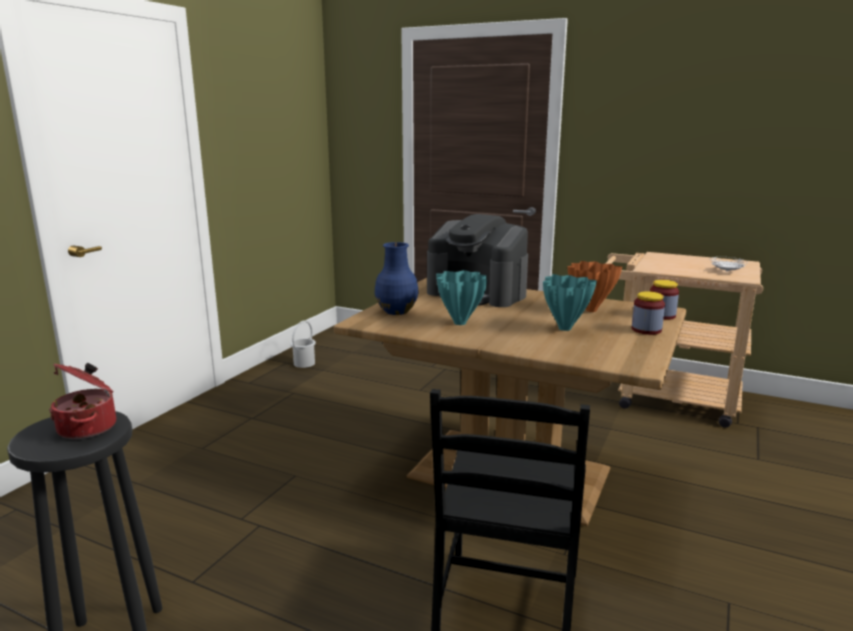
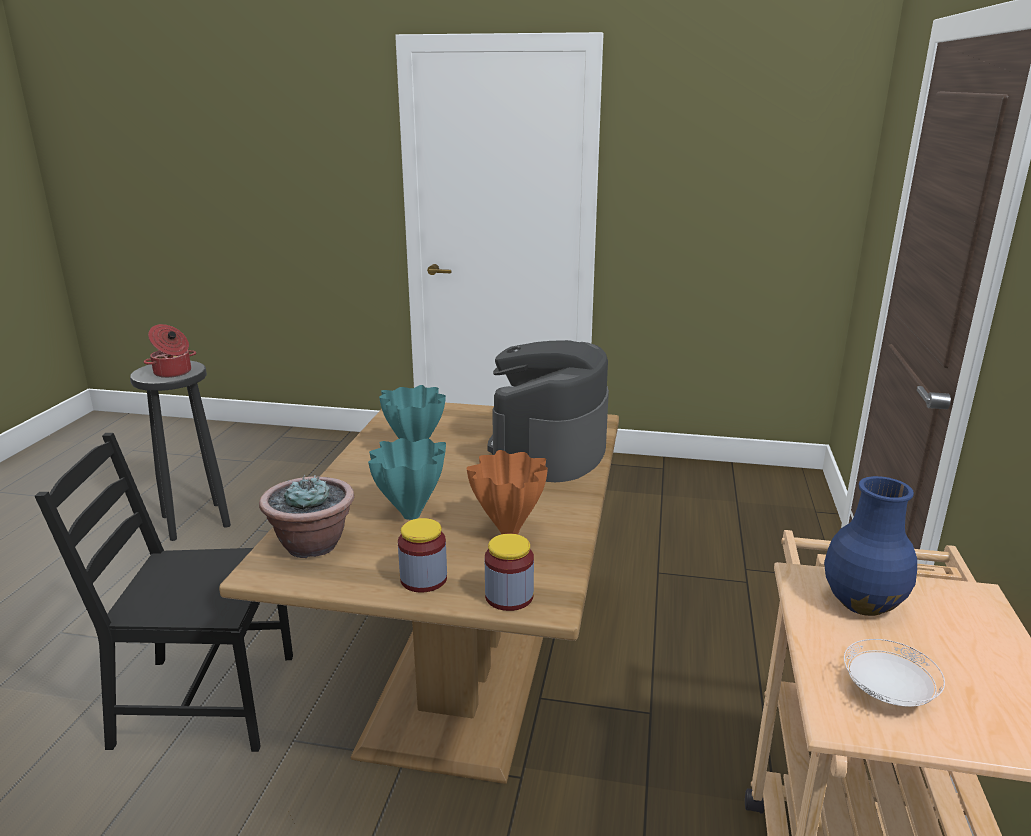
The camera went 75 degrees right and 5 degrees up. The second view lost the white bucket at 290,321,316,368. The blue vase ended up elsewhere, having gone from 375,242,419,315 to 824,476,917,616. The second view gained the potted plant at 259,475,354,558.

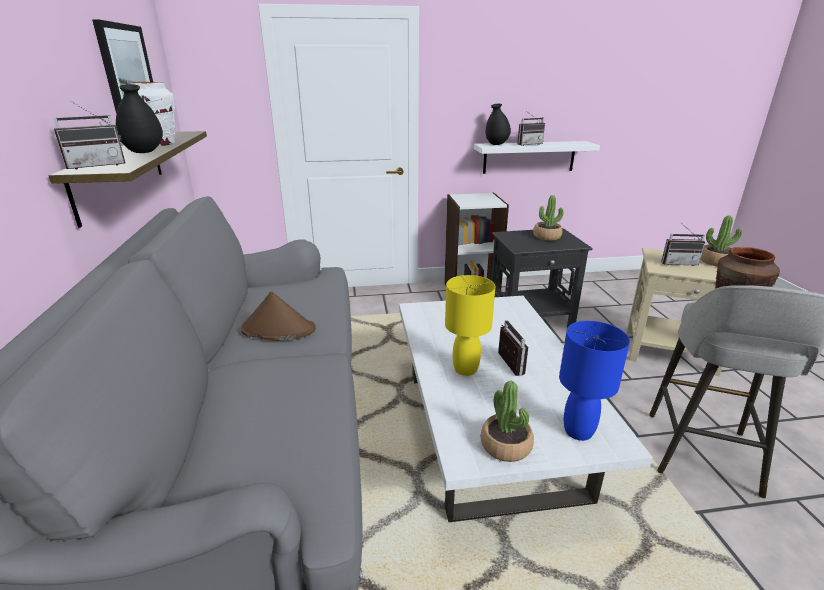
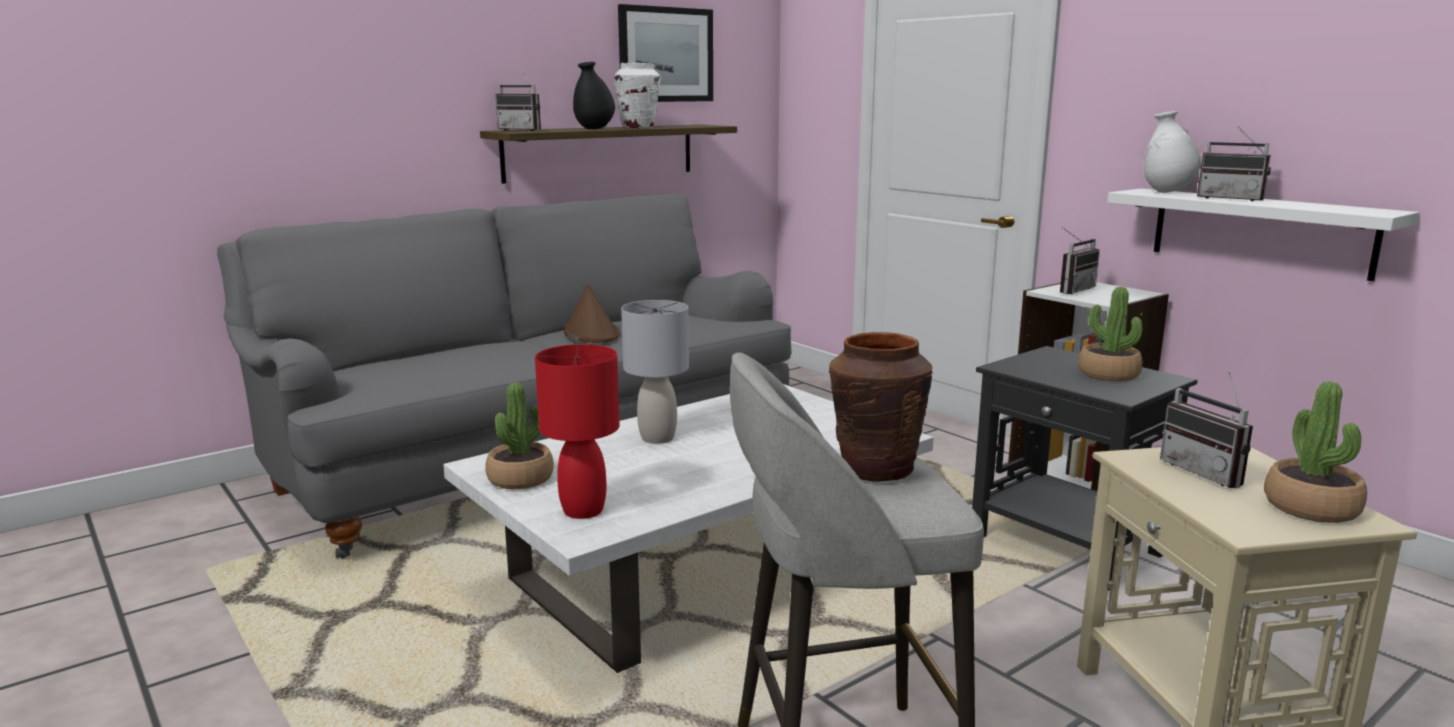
The camera went 60 degrees right and 10 degrees down. What was the yellow table lamp at 445,275,495,376 turned into the grey table lamp at 621,300,689,444. What was the black vase at 486,104,511,145 turned into the white vase at 1144,111,1201,193. The radio ended up elsewhere, having gone from 498,320,529,376 to 1060,227,1100,294. What was the blue table lamp at 559,321,630,441 turned into the red table lamp at 535,344,620,519.

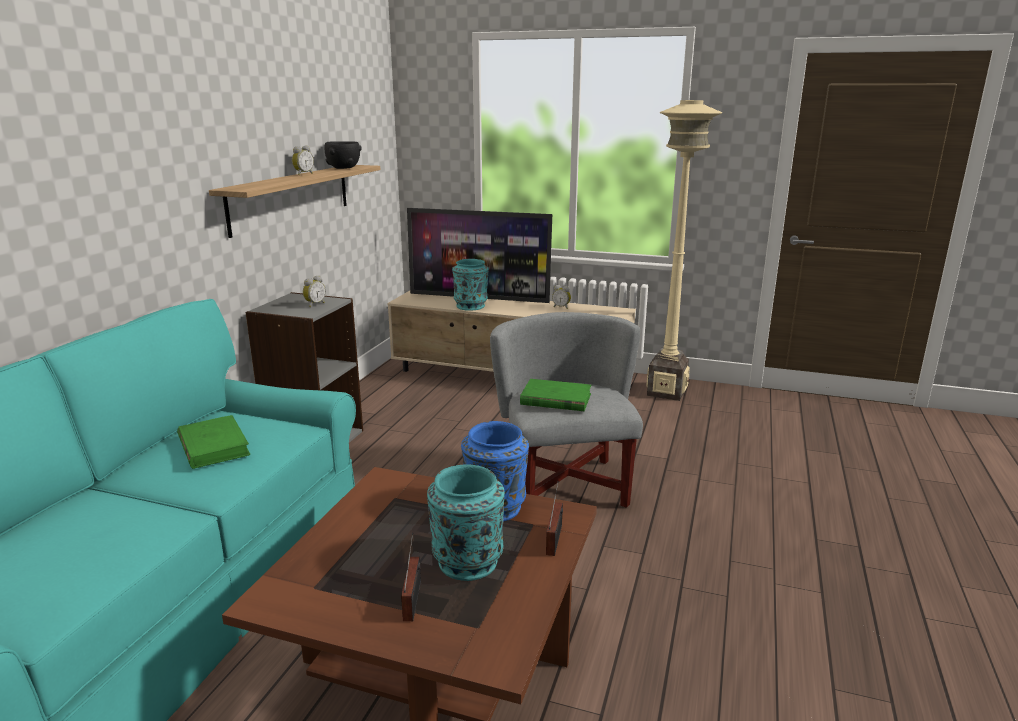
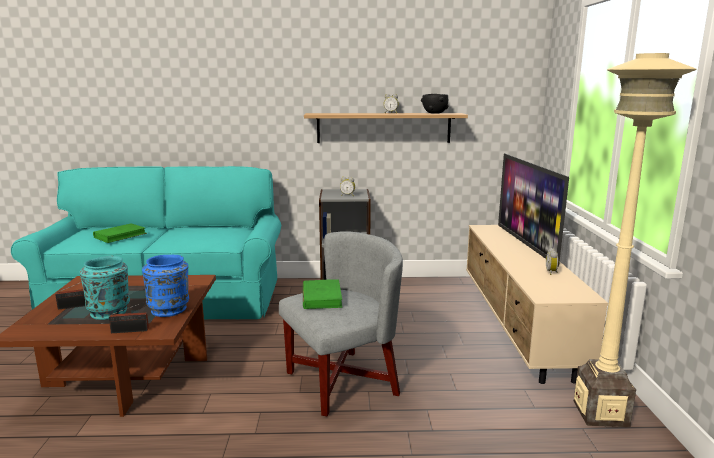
The camera went 70 degrees right and 5 degrees down. The green book ended up elsewhere, having gone from 177,415,250,469 to 93,223,147,243. The second view lost the turquoise vase at 452,259,489,311.

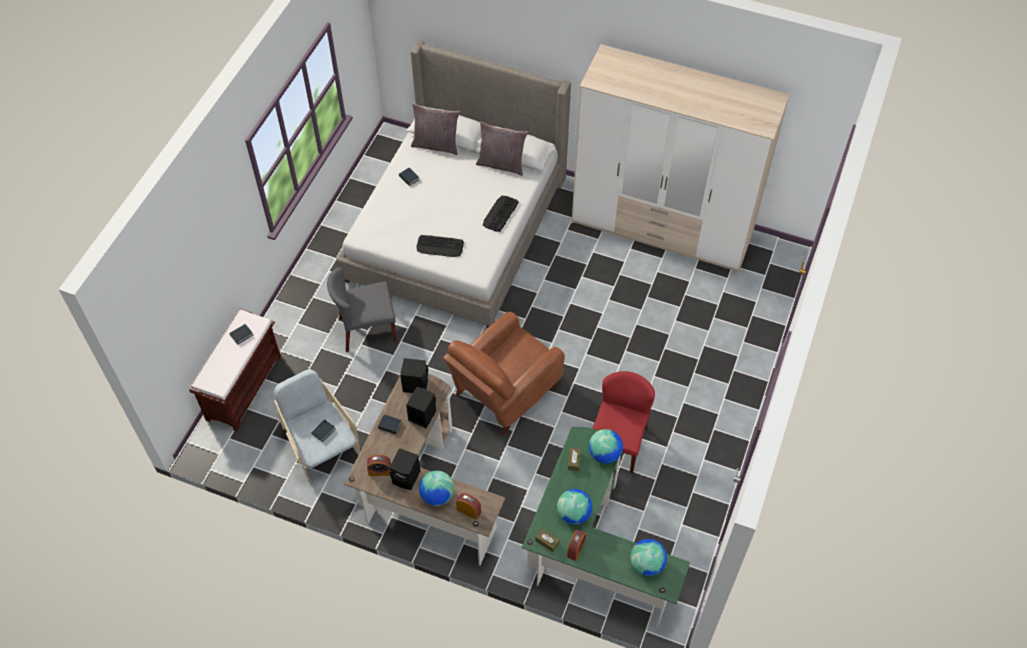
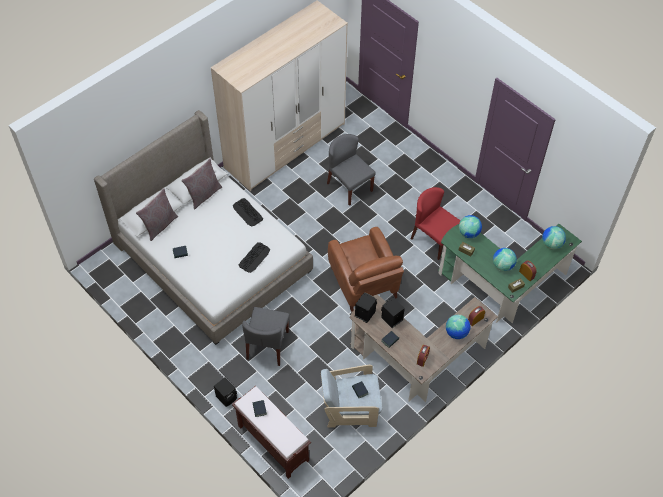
The camera went 65 degrees left and 0 degrees up. The black speaker ended up elsewhere, having gone from 389,448,421,490 to 214,377,237,407. The second view gained the grey chair at 327,134,376,206.

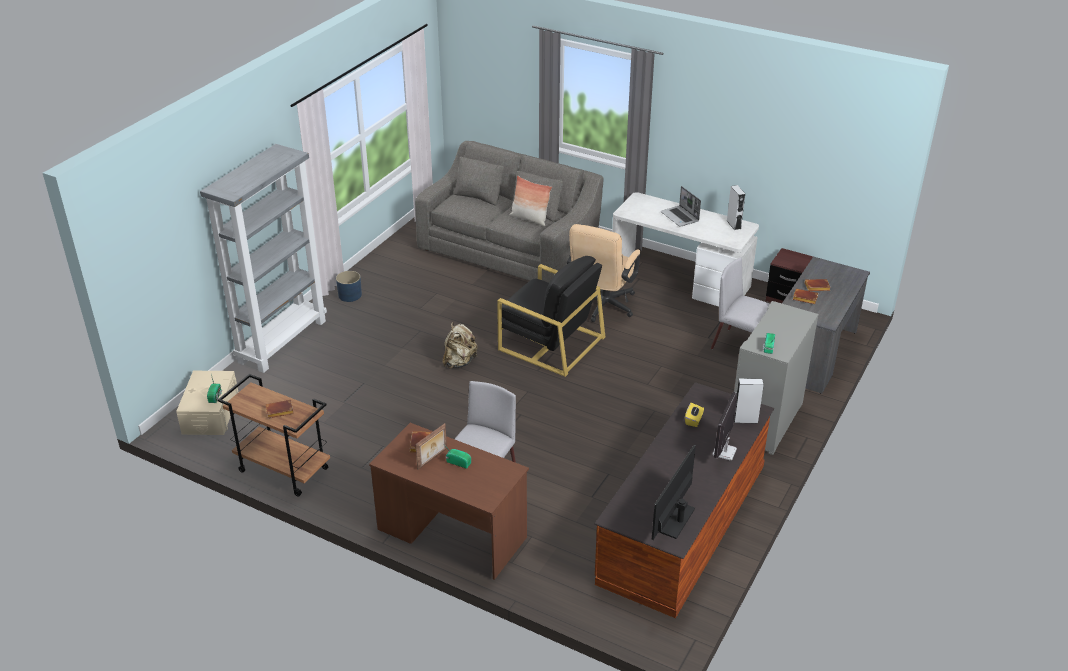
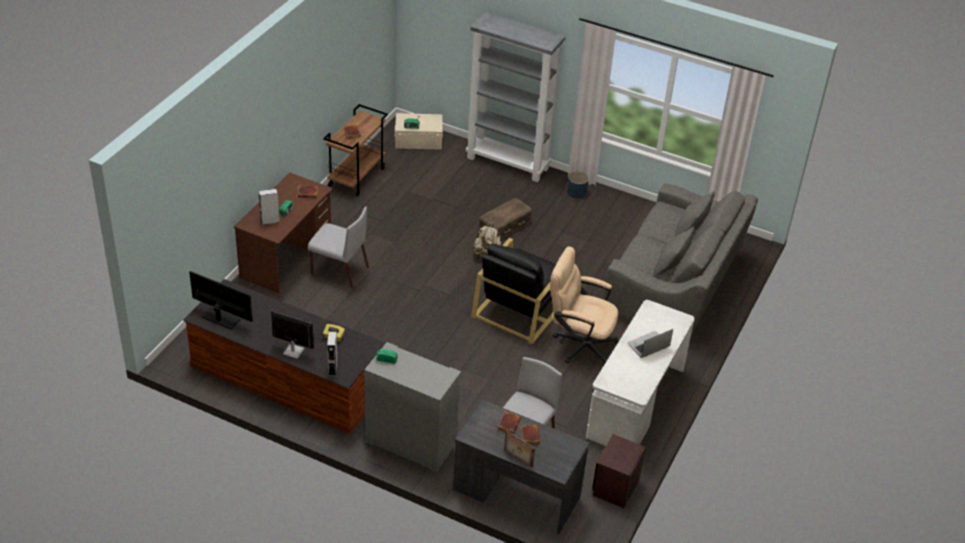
The camera went 85 degrees right and 5 degrees up. The picture frame ended up elsewhere, having gone from 415,423,447,470 to 504,431,535,467. The second view lost the pillow at 510,176,552,226. The grey speaker ended up elsewhere, having gone from 727,185,745,230 to 259,189,280,225. The second view gained the brown storage box at 478,198,532,240.

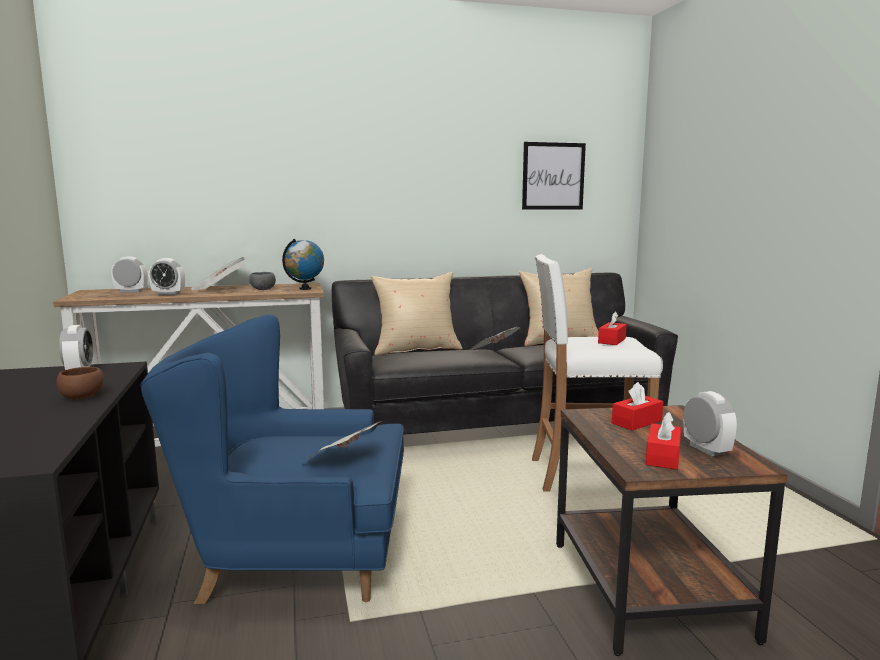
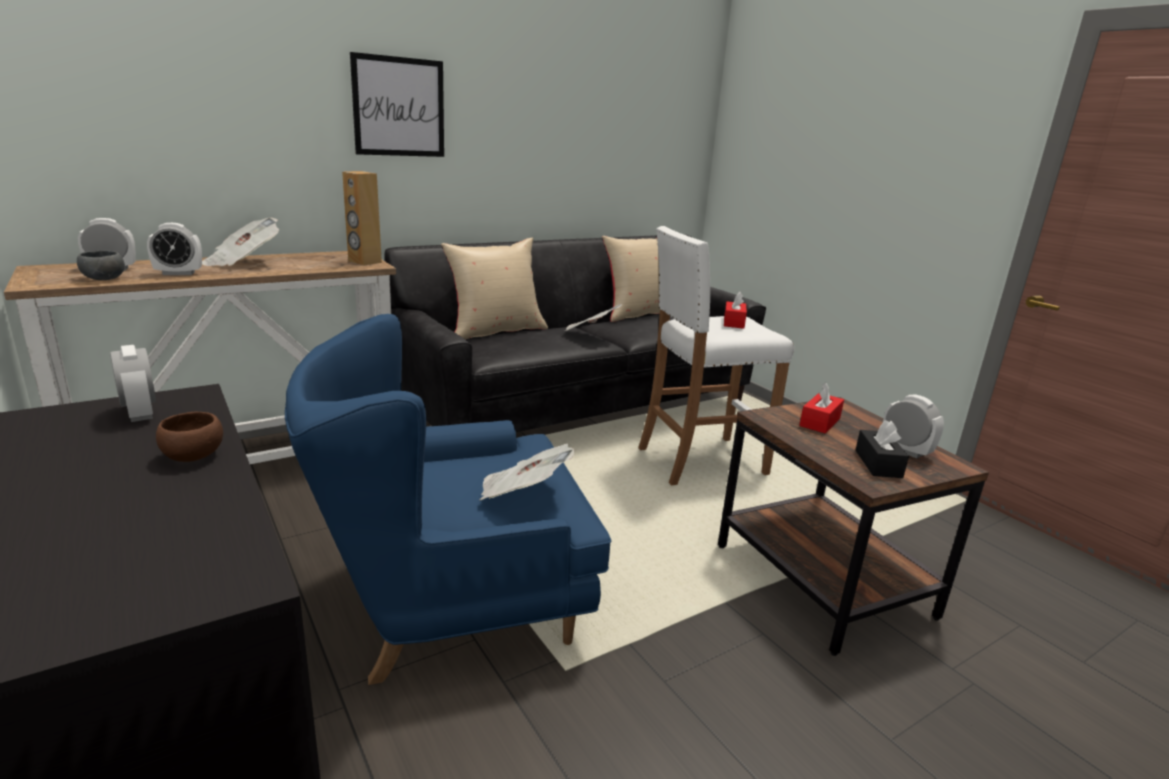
The camera went 20 degrees left and 10 degrees up. The grey bowl ended up elsewhere, having gone from 249,272,276,290 to 77,250,125,280. Where the globe stood at 282,239,324,290, the brown speaker came to stand at 342,171,382,265. The picture ended up elsewhere, having gone from 522,142,586,210 to 350,52,444,157. What was the red tissue box at 646,412,681,470 turned into the black tissue box at 855,420,909,478.

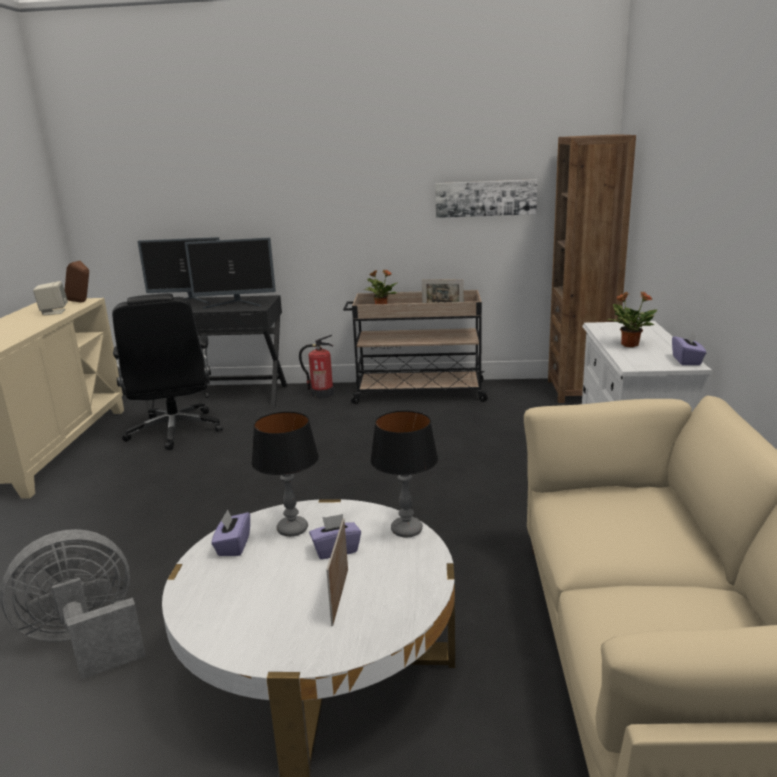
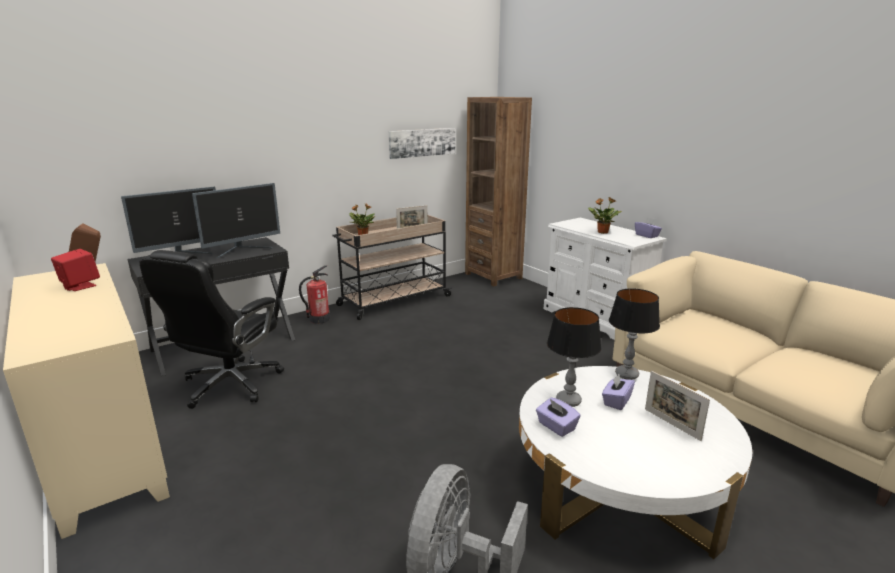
The camera went 40 degrees left and 0 degrees up. What was the beige speaker at 33,281,68,315 turned into the red speaker at 51,249,100,291. The black office chair at 112,293,223,450 ended up facing another way, 75 degrees clockwise from before.

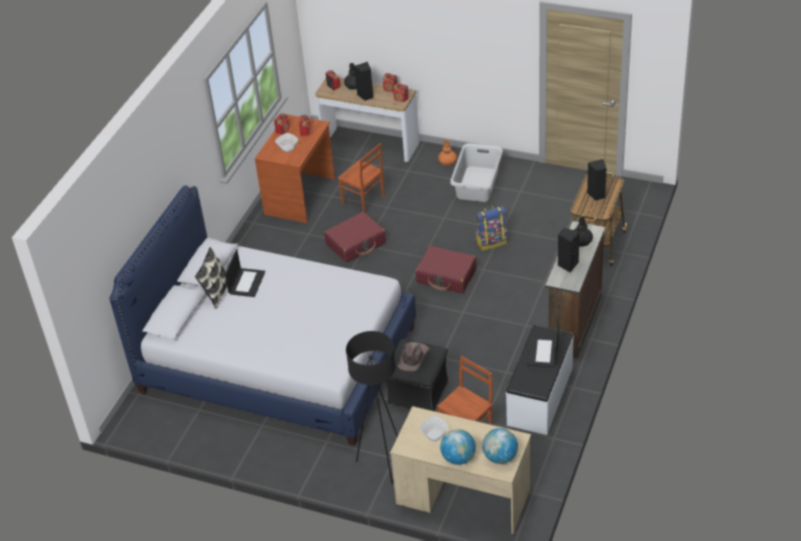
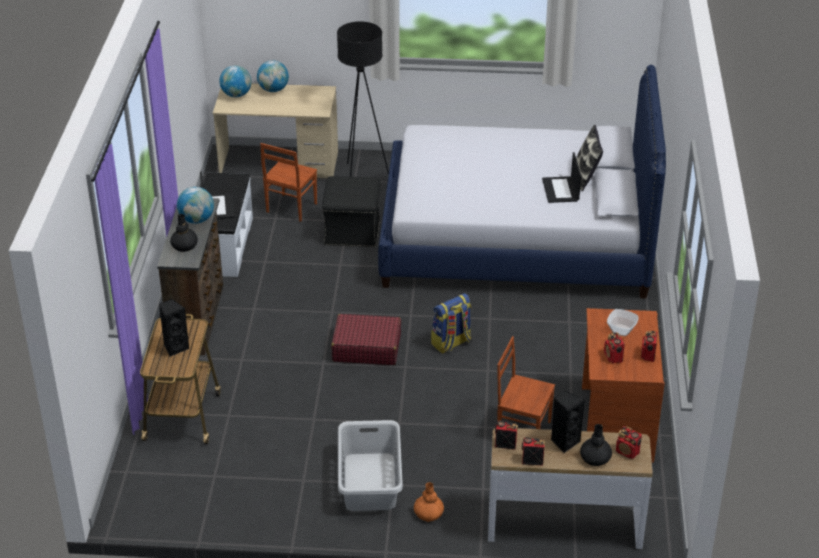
The camera went 160 degrees right and 5 degrees down. The second view lost the red suitcase at 324,212,386,263. The second view lost the brown hat at 397,342,430,371. The second view lost the bowl at 419,416,449,442. The backpack ended up elsewhere, having gone from 476,206,507,251 to 431,293,471,354. Where the black speaker stood at 558,228,580,273, the globe came to stand at 177,187,214,224.

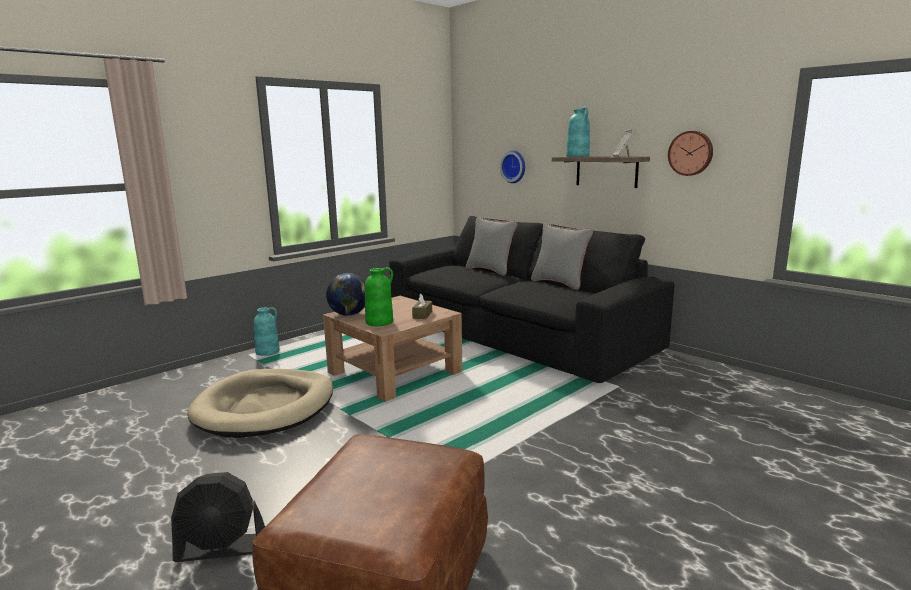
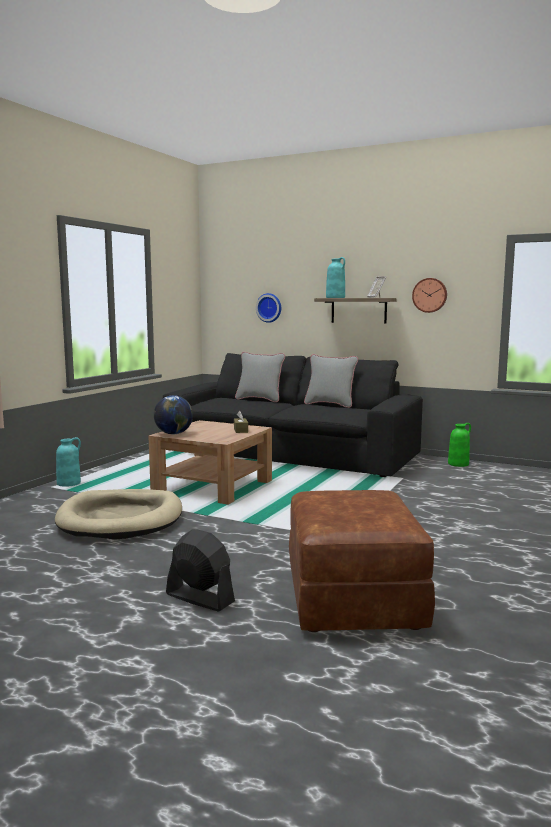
The camera went 20 degrees left and 5 degrees down. The black fan at 171,472,265,562 ended up facing another way, 120 degrees counterclockwise from before. The green vase ended up elsewhere, having gone from 365,267,393,326 to 448,423,471,467.

